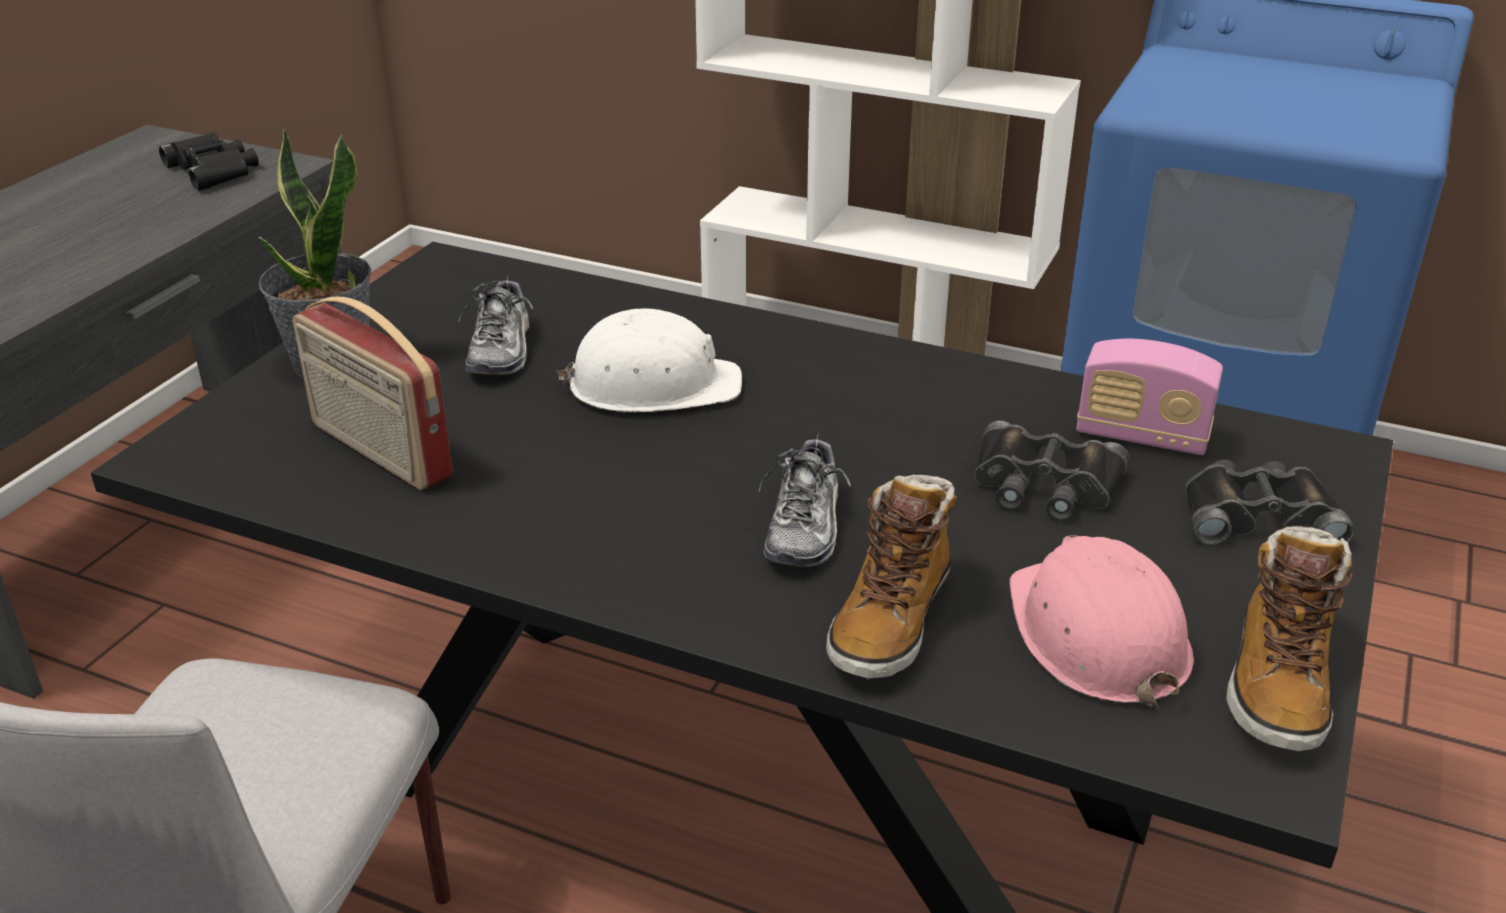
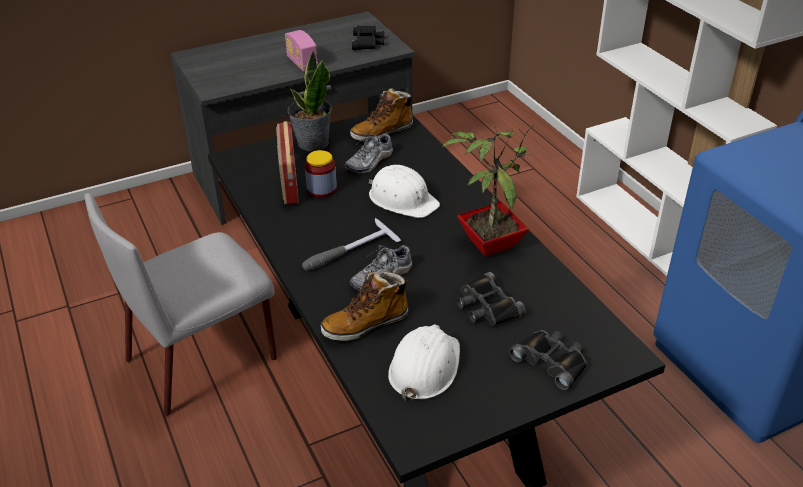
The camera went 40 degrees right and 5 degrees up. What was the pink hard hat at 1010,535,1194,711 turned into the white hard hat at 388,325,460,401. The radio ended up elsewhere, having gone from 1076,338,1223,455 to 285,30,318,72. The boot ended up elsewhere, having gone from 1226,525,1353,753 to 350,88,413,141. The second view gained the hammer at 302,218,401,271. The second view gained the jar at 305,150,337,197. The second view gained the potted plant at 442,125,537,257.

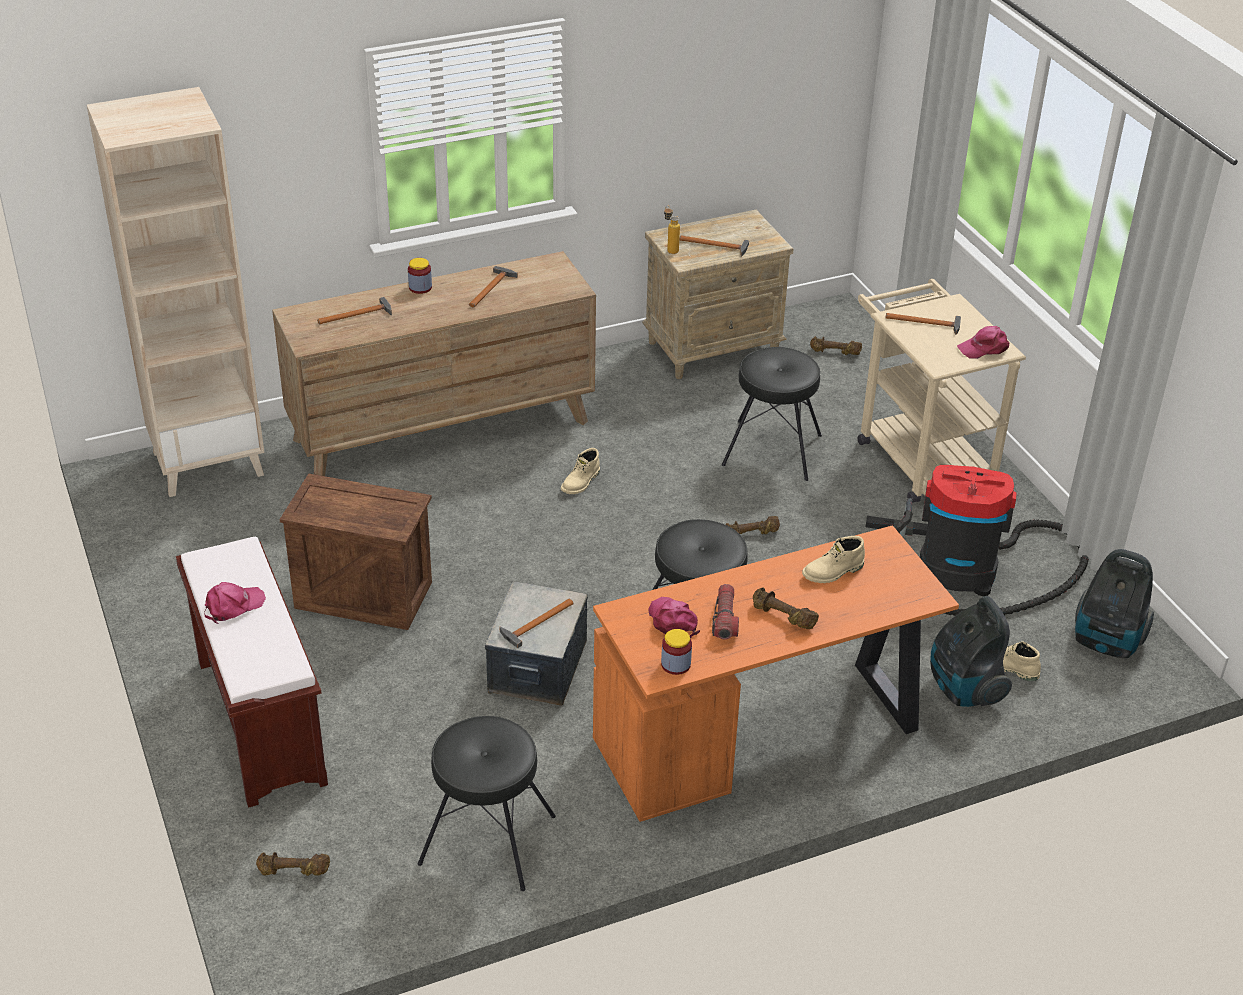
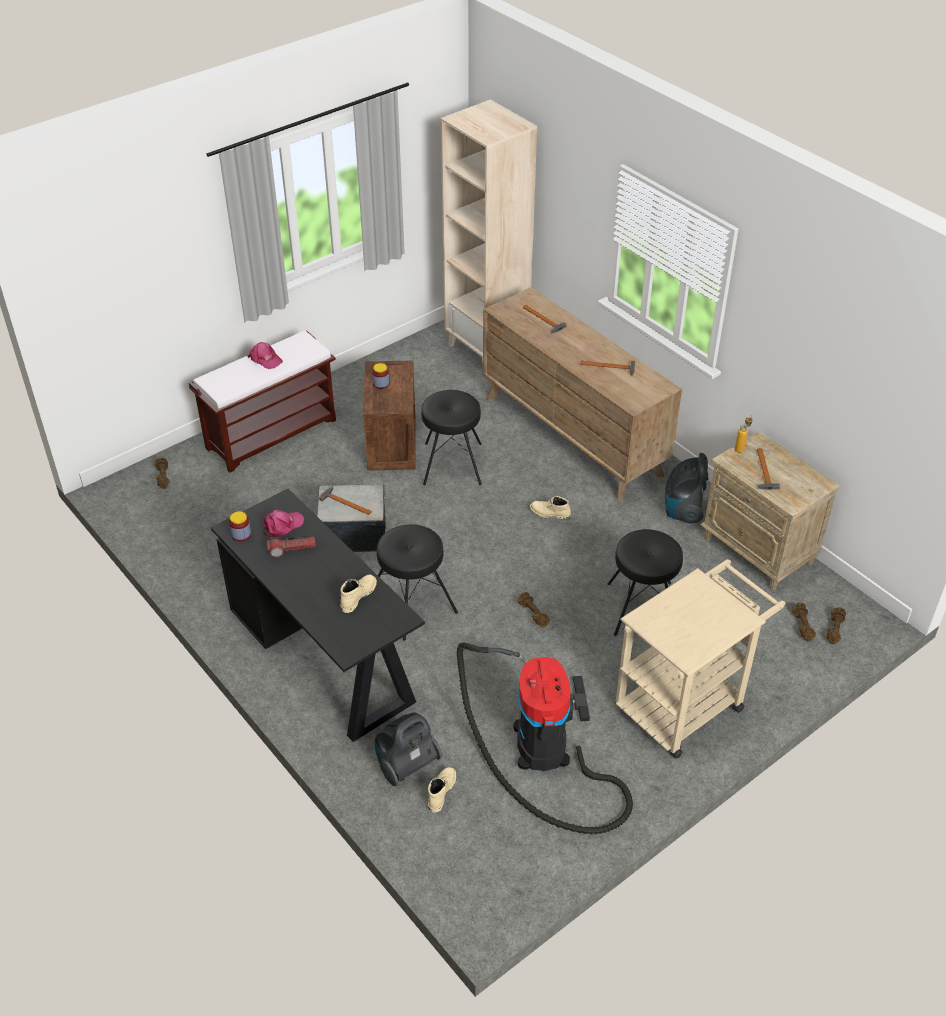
The camera went 75 degrees right and 5 degrees up. The jar ended up elsewhere, having gone from 408,258,432,294 to 372,363,389,389. The black stool ended up elsewhere, having gone from 418,716,556,891 to 421,390,482,485. What was the orange desk at 593,525,959,822 turned into the black desk at 211,488,425,742. The brown dumbbell ended up elsewhere, having gone from 753,587,819,629 to 826,607,846,644. The beige boot at 802,536,865,583 ended up facing another way, 75 degrees clockwise from before. The second view lost the hammer at 885,313,961,335. The second view lost the pink cap at 957,326,1009,359. The vacuum cleaner ended up elsewhere, having gone from 1075,549,1154,658 to 665,453,709,524.

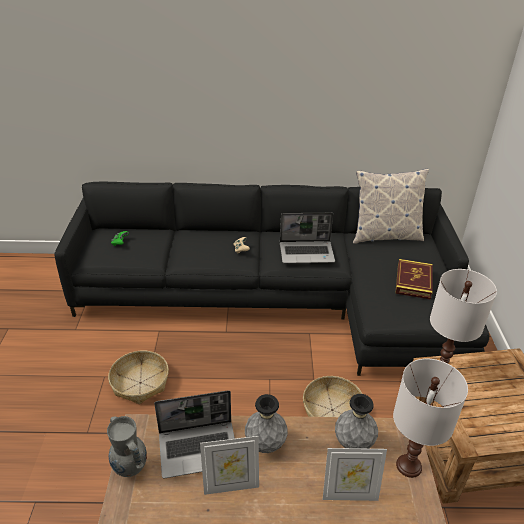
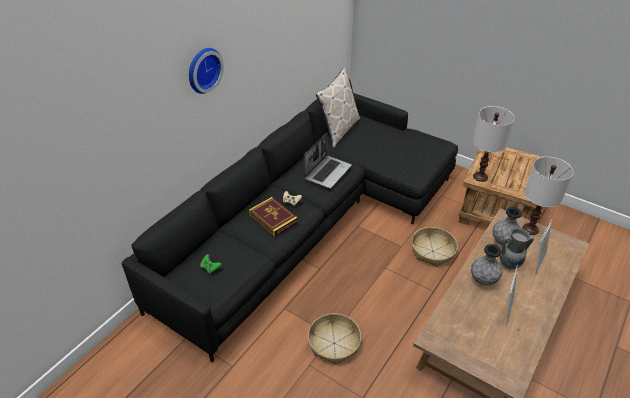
The camera went 55 degrees left and 5 degrees up. The grey vase ended up elsewhere, having gone from 107,416,147,477 to 500,228,534,269. The second view lost the laptop at 154,390,235,478. The book ended up elsewhere, having gone from 395,259,433,299 to 249,197,298,236. The second view gained the wall clock at 189,48,224,94.

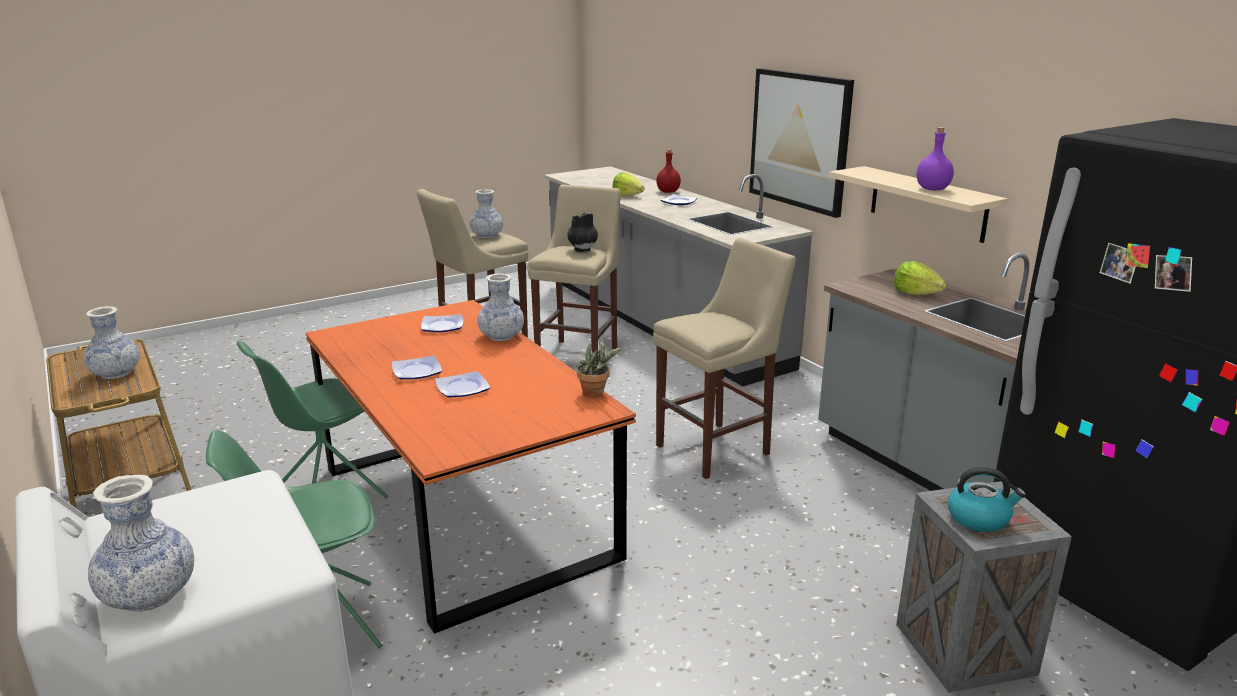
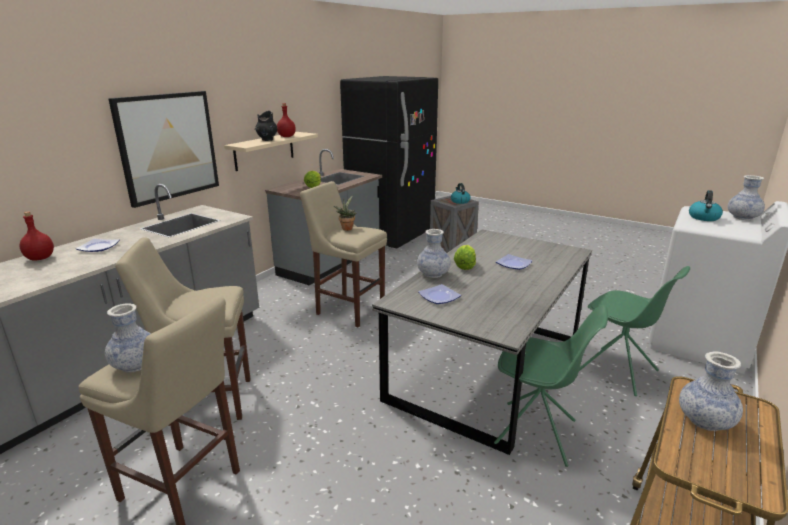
The camera went 115 degrees left and 0 degrees up. What was the orange dining table at 306,300,636,634 turned into the grey dining table at 372,229,592,455. The second view lost the plate at 392,355,442,379. The black vase ended up elsewhere, having gone from 567,213,598,252 to 255,111,277,141. The potted plant ended up elsewhere, having gone from 577,337,622,398 to 334,195,357,231. The lettuce ended up elsewhere, having gone from 612,172,645,196 to 454,245,476,270. What was the purple bottle at 917,127,954,190 turned into the red bottle at 277,103,296,137. The second view gained the kettle at 689,190,723,221.

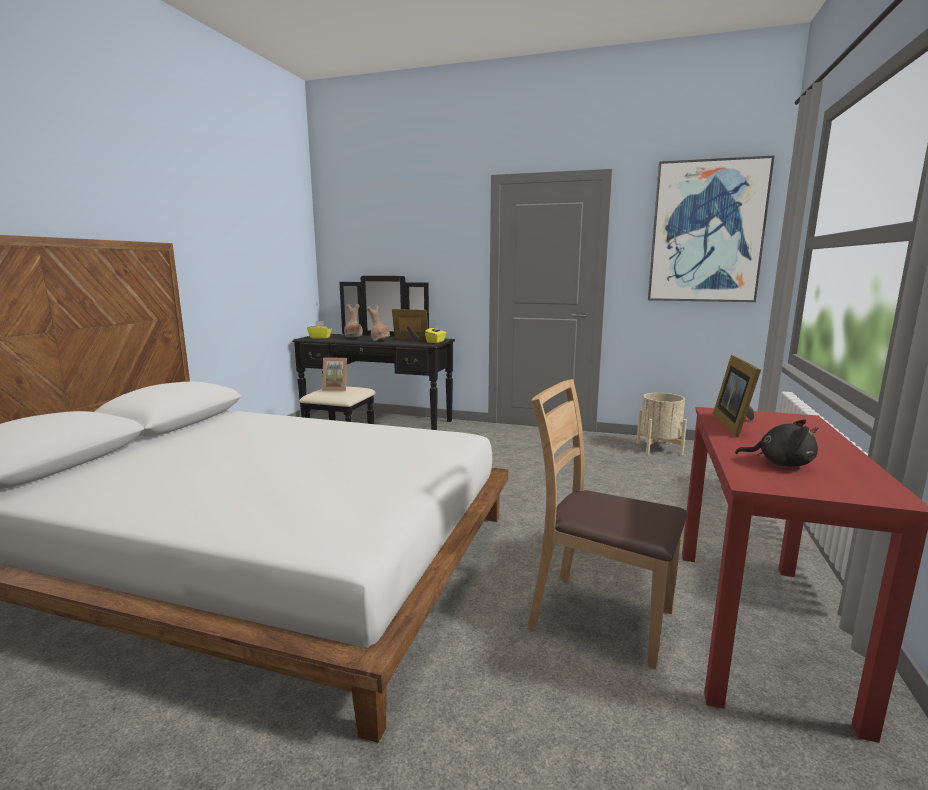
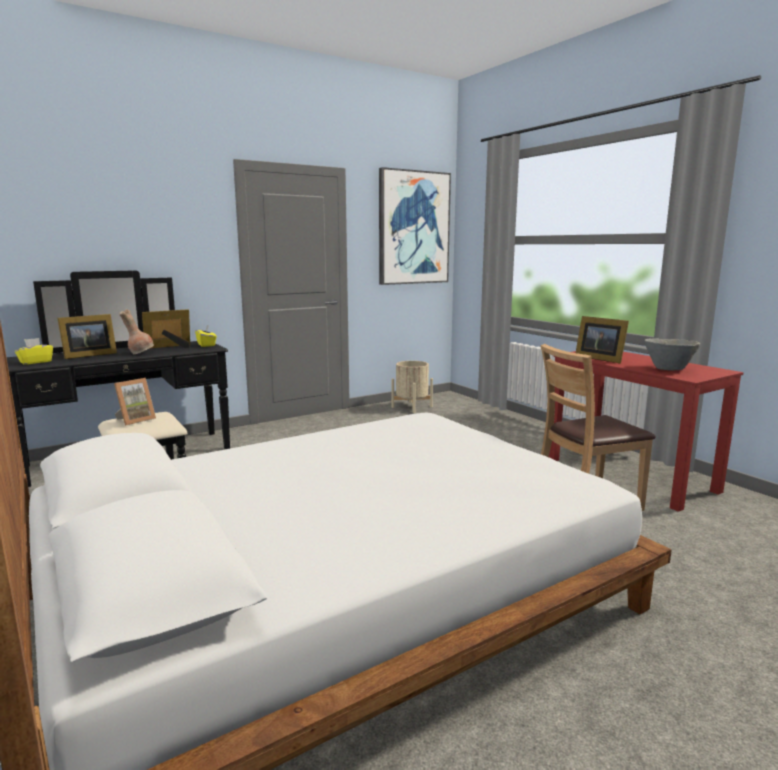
The camera went 50 degrees left and 0 degrees up. Where the brown vase stood at 344,304,363,338, the picture frame came to stand at 57,314,117,359. Where the black plush toy stood at 735,419,819,467, the grey bowl came to stand at 644,339,700,370.

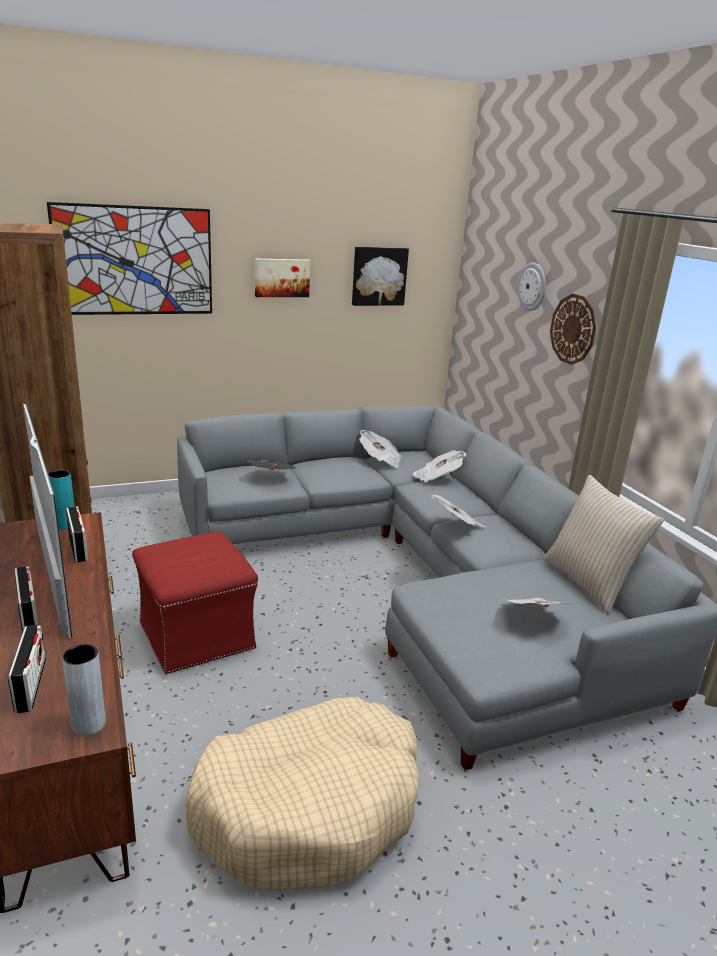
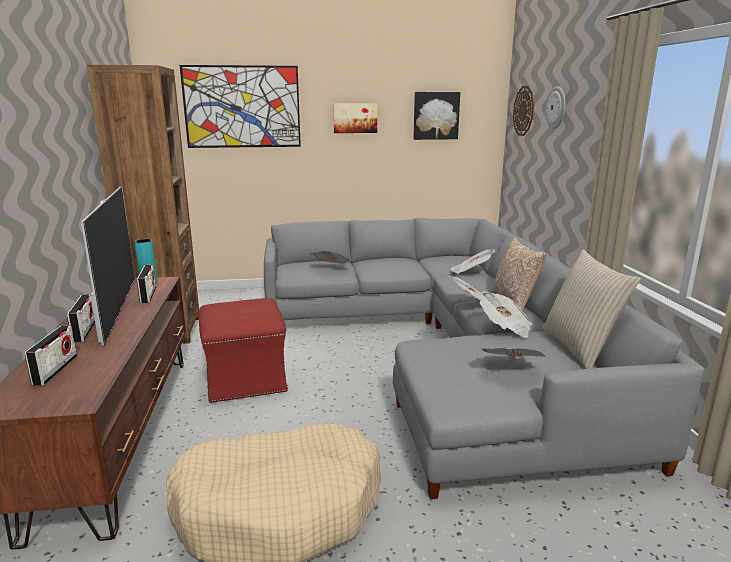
The camera went 15 degrees right and 5 degrees down. The second view lost the grey vase at 62,644,106,736. The newspaper ended up elsewhere, having gone from 359,430,402,468 to 480,291,532,338. The wall clock ended up elsewhere, having gone from 550,294,596,365 to 513,86,534,136. The second view gained the pillow at 491,237,547,311.

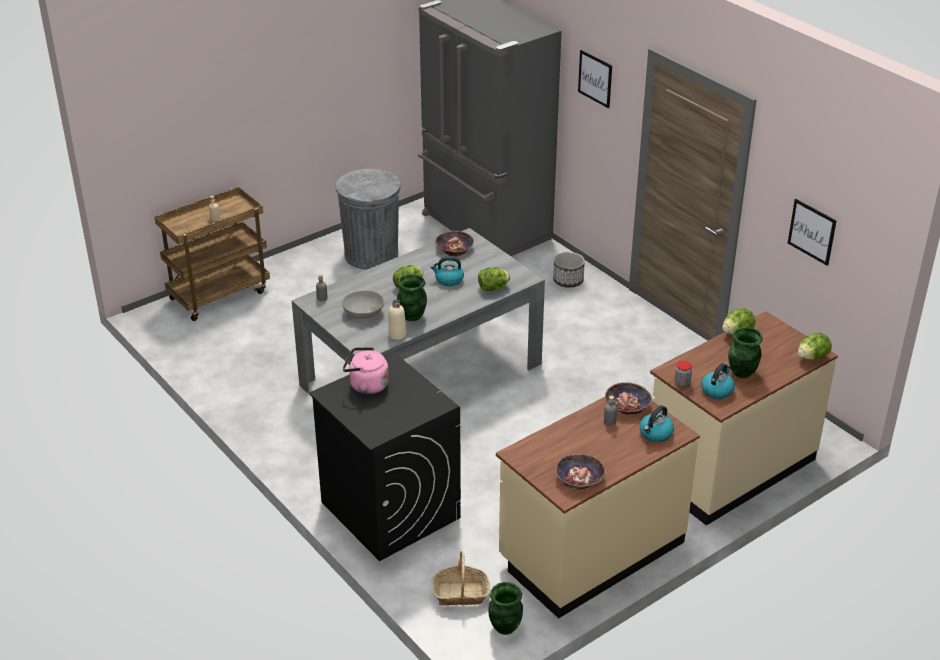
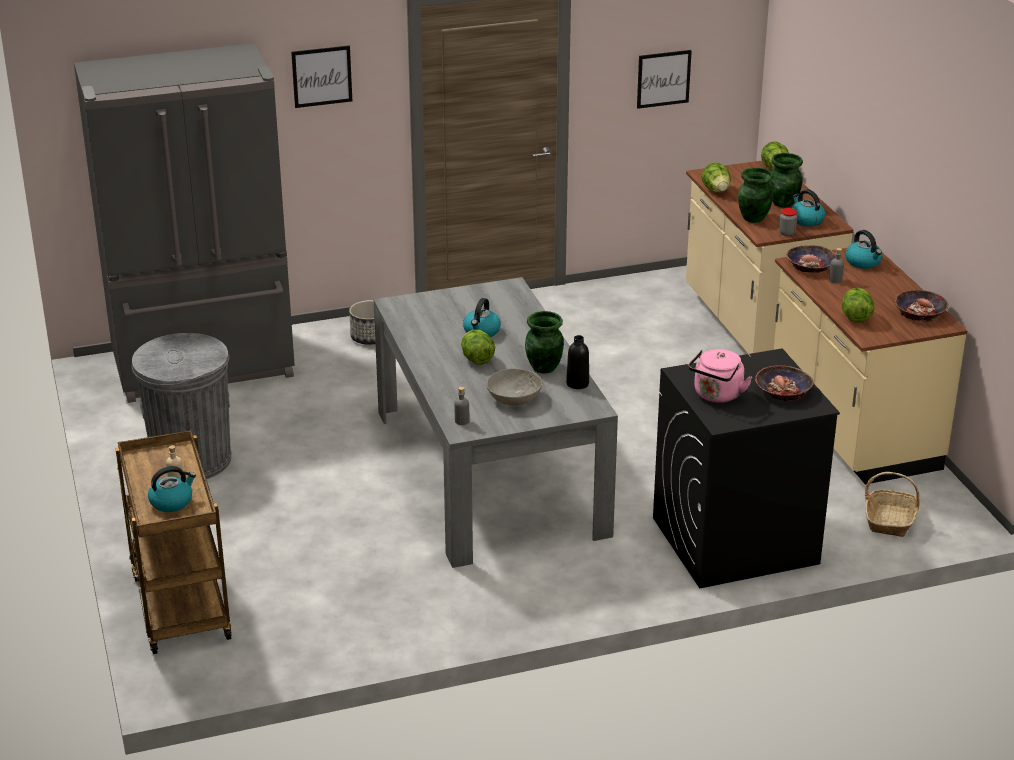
The camera went 70 degrees left and 5 degrees down. What was the beige bottle at 389,300,406,340 turned into the black bottle at 566,335,589,389. The bowl ended up elsewhere, having gone from 435,231,474,257 to 755,365,814,401. The lettuce ended up elsewhere, having gone from 478,267,510,291 to 842,288,875,323. The green vase ended up elsewhere, having gone from 488,582,523,635 to 738,167,773,223. The second view gained the kettle at 148,466,196,512.

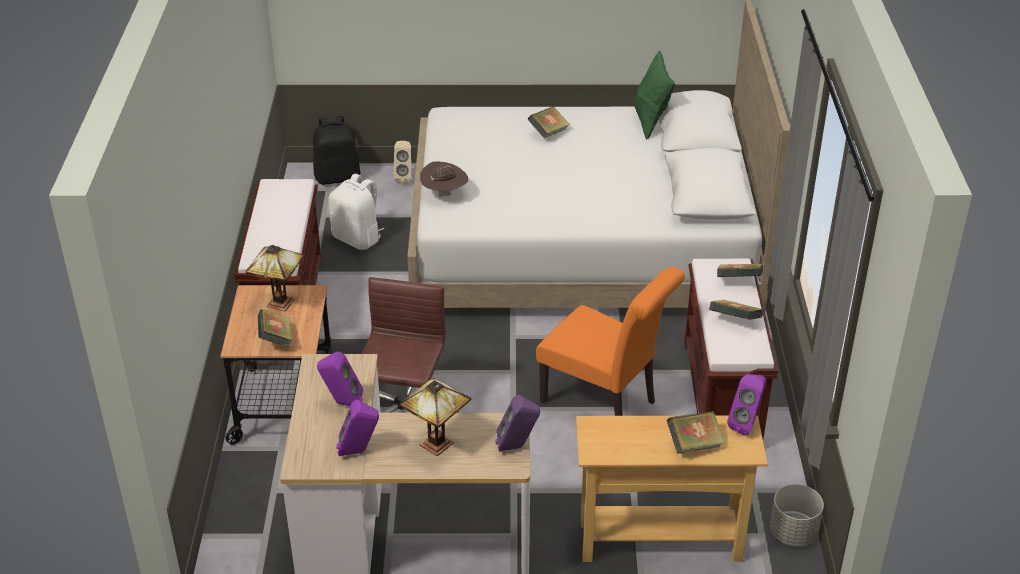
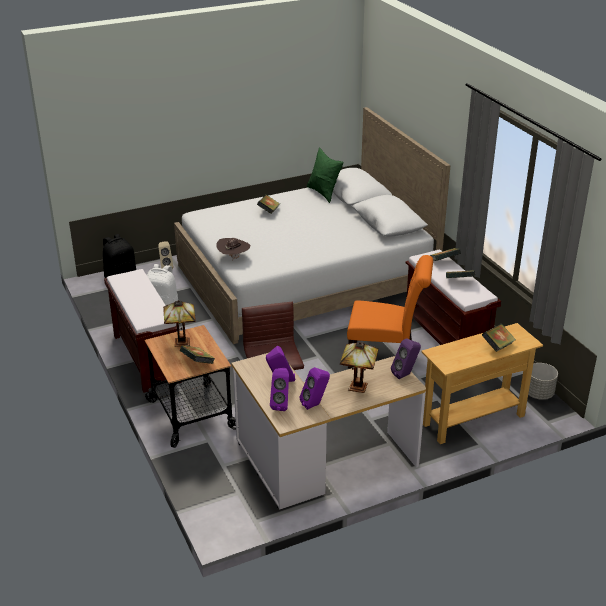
The camera went 25 degrees left and 5 degrees down. The purple speaker ended up elsewhere, having gone from 727,374,766,436 to 270,368,289,411.

